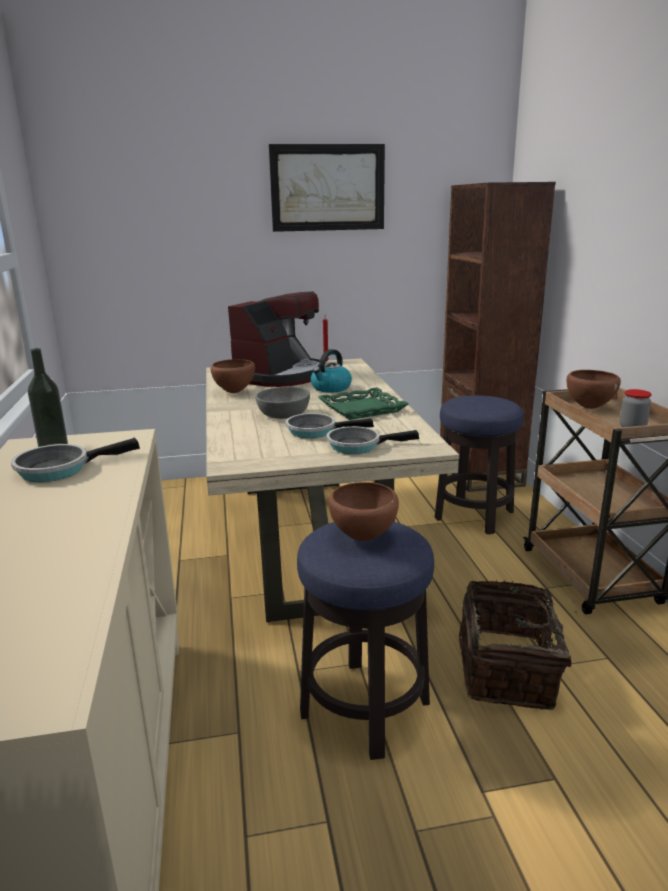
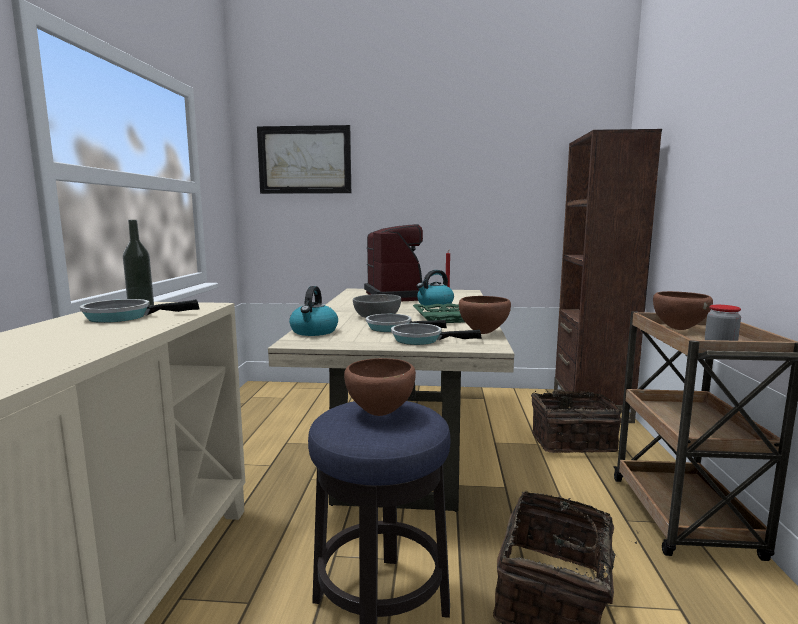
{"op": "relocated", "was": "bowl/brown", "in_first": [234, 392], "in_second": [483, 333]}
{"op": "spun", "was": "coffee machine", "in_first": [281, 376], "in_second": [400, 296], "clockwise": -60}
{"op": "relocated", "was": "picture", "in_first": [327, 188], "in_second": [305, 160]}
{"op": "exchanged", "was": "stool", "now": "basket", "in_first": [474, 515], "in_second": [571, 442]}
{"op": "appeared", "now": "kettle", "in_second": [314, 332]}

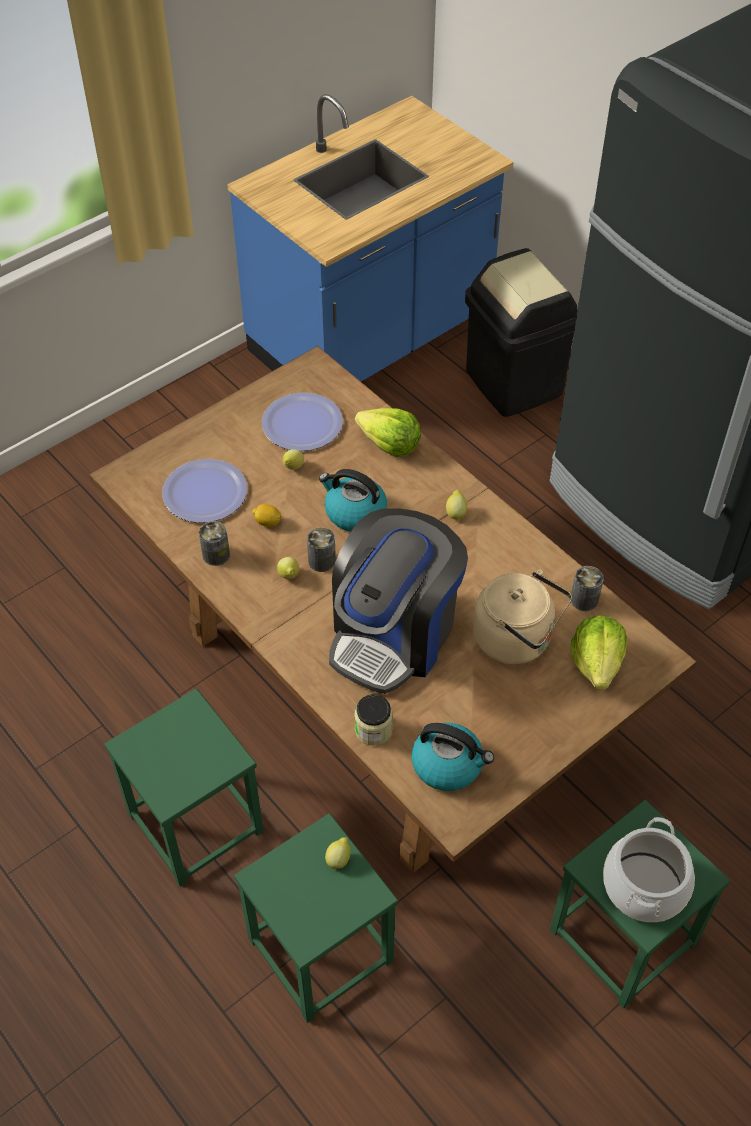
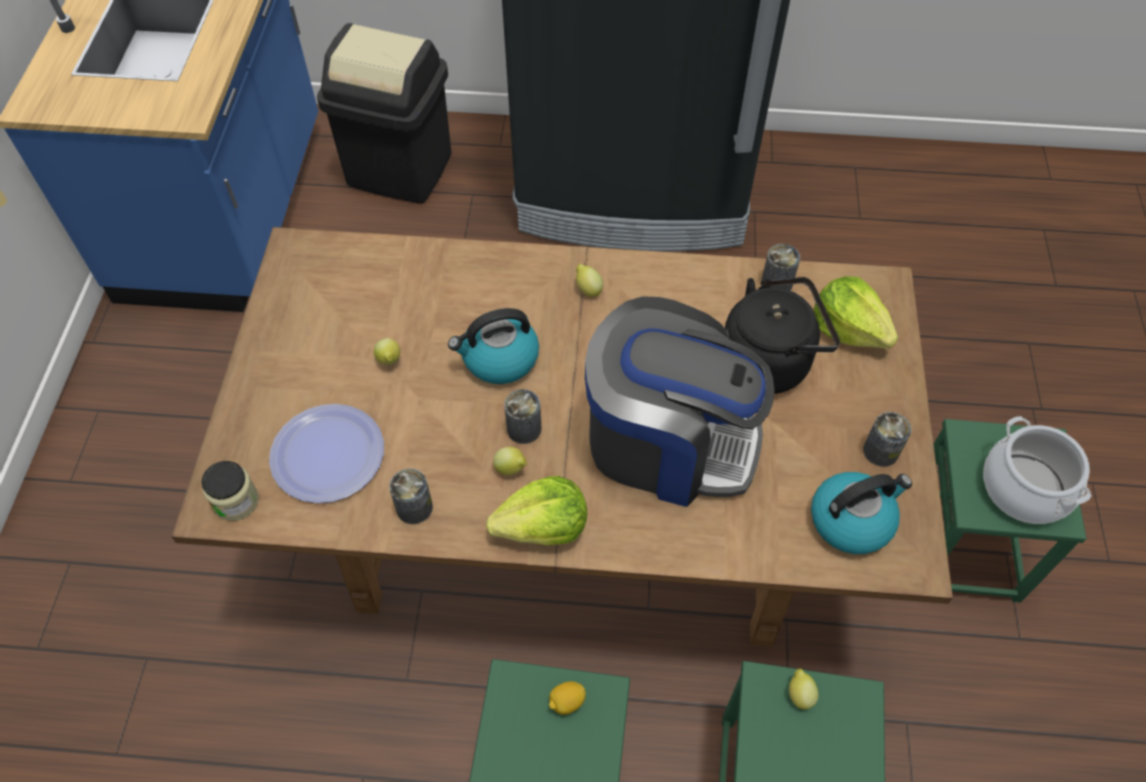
{"op": "relocated", "was": "lemon", "in_first": [267, 522], "in_second": [566, 702]}
{"op": "missing", "was": "plate", "in_first": [302, 423]}
{"op": "spun", "was": "coffee machine", "in_first": [394, 633], "in_second": [668, 442], "clockwise": -60}
{"op": "relocated", "was": "jar", "in_first": [373, 730], "in_second": [236, 501]}
{"op": "relocated", "was": "lettuce", "in_first": [389, 444], "in_second": [543, 527]}
{"op": "colour", "was": "kettle/beige", "now": "kettle/black", "in_first": [517, 640], "in_second": [769, 361]}
{"op": "appeared", "now": "can", "in_second": [880, 451]}

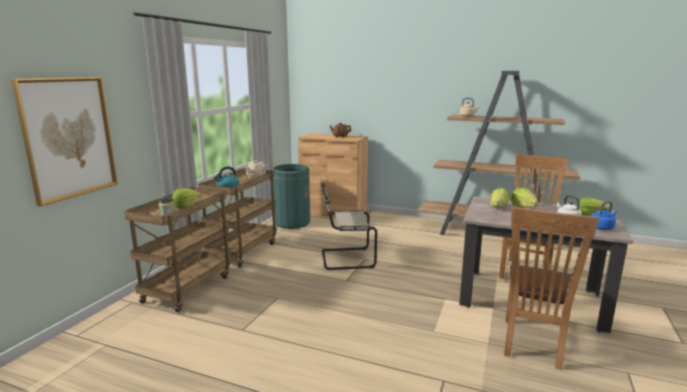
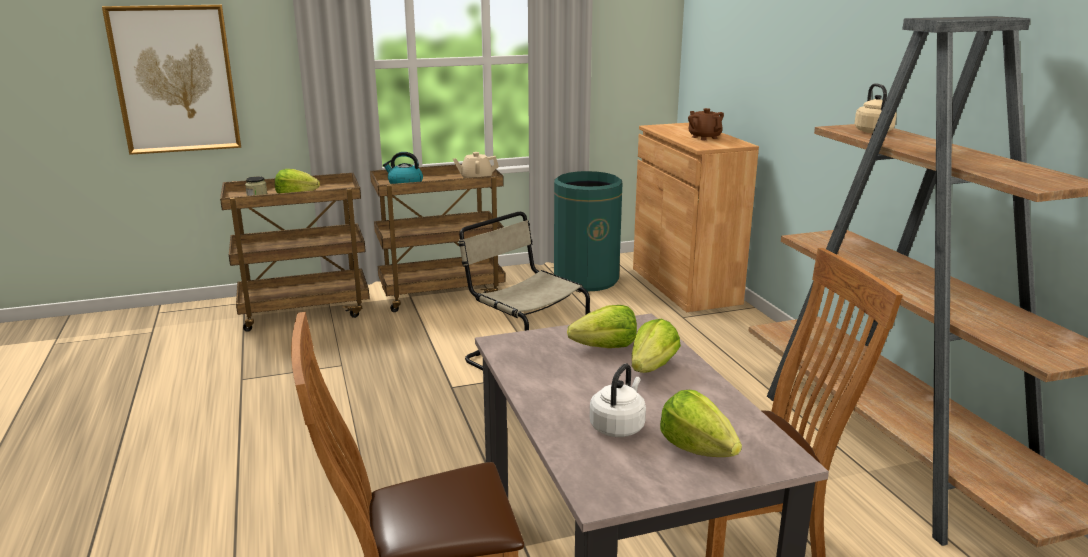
{"op": "missing", "was": "kettle/blue", "in_first": [602, 228]}

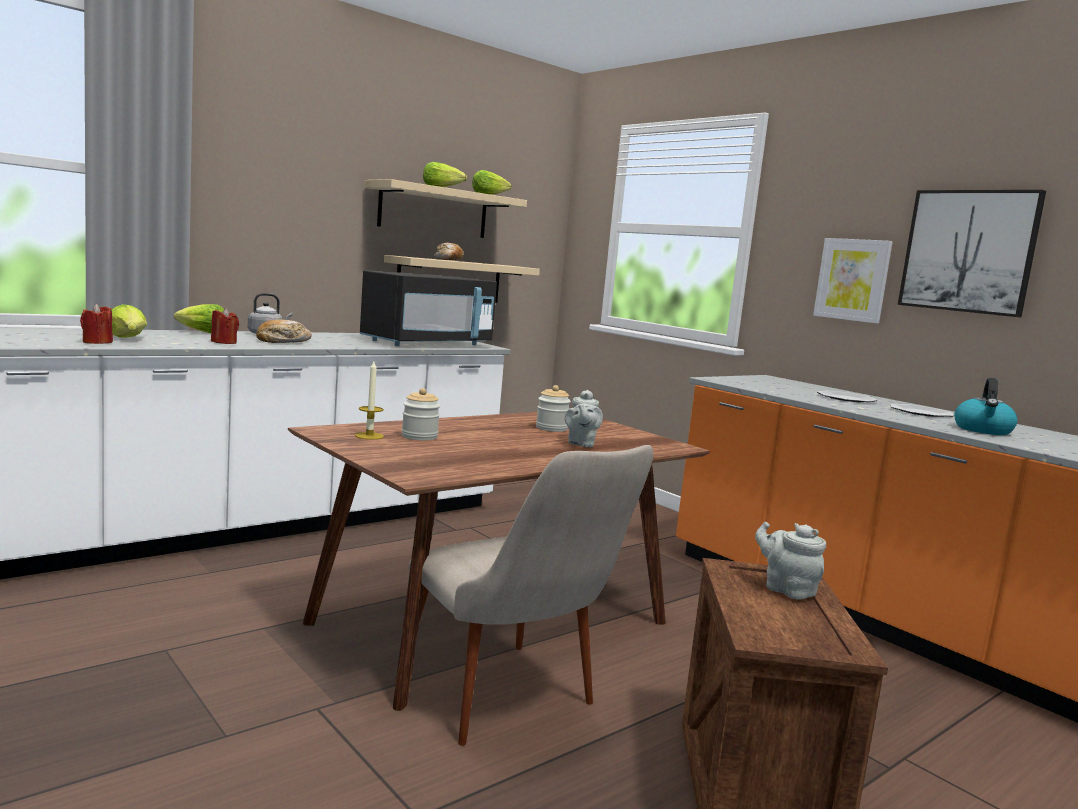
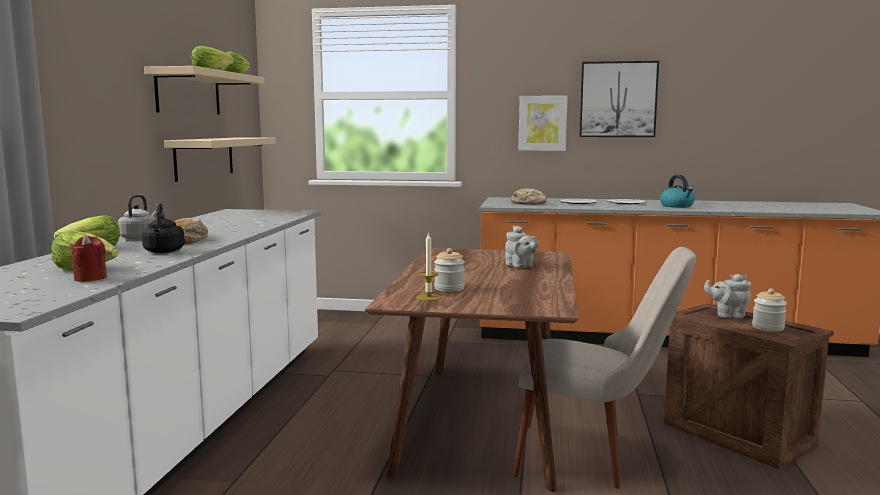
{"op": "exchanged", "was": "candle/red", "now": "kettle/black", "in_first": [224, 342], "in_second": [163, 252]}
{"op": "missing", "was": "microwave/black", "in_first": [427, 343]}
{"op": "relocated", "was": "bread", "in_first": [448, 260], "in_second": [528, 203]}
{"op": "relocated", "was": "jar", "in_first": [551, 428], "in_second": [768, 327]}

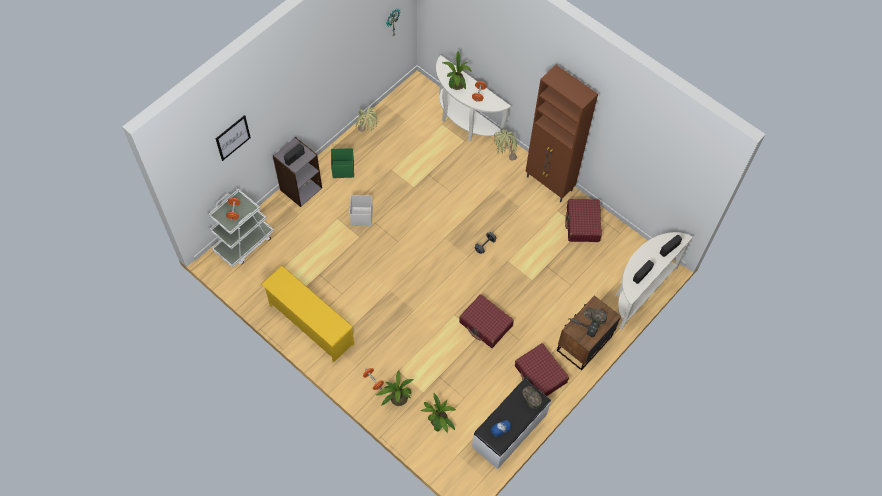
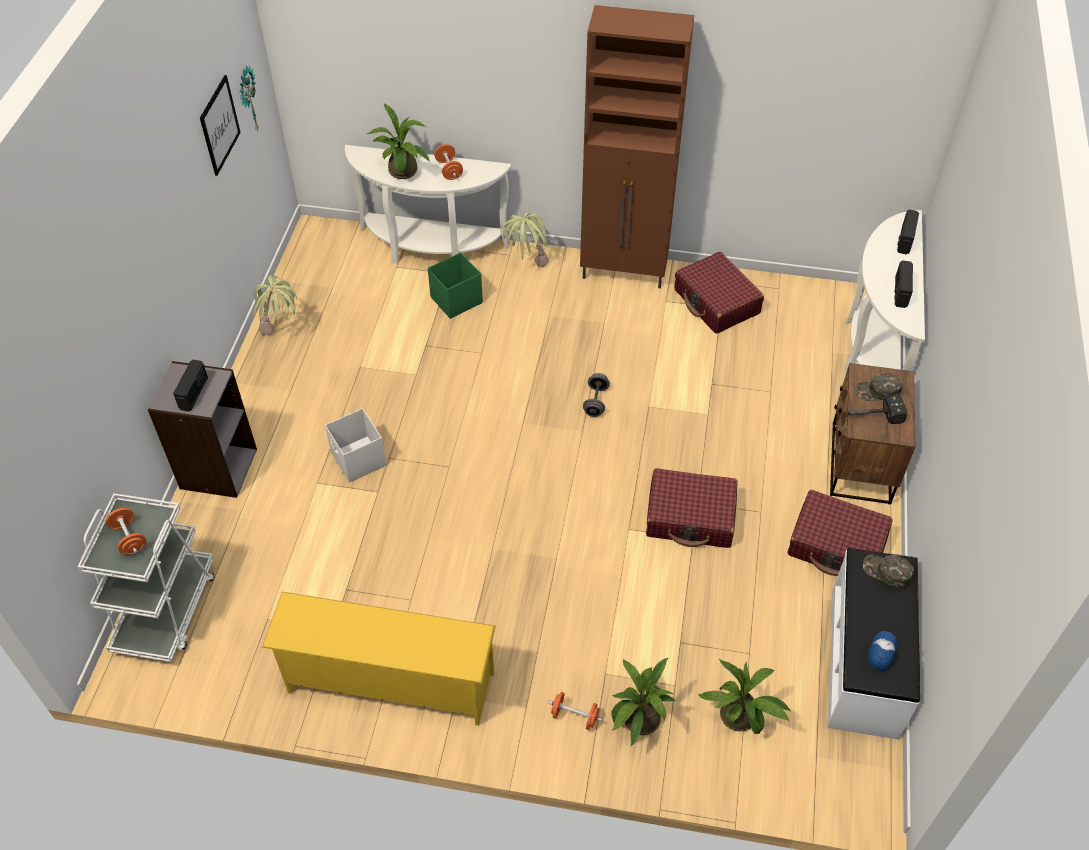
{"op": "relocated", "was": "picture", "in_first": [233, 137], "in_second": [219, 125]}
{"op": "relocated", "was": "storage box/green", "in_first": [343, 169], "in_second": [455, 300]}

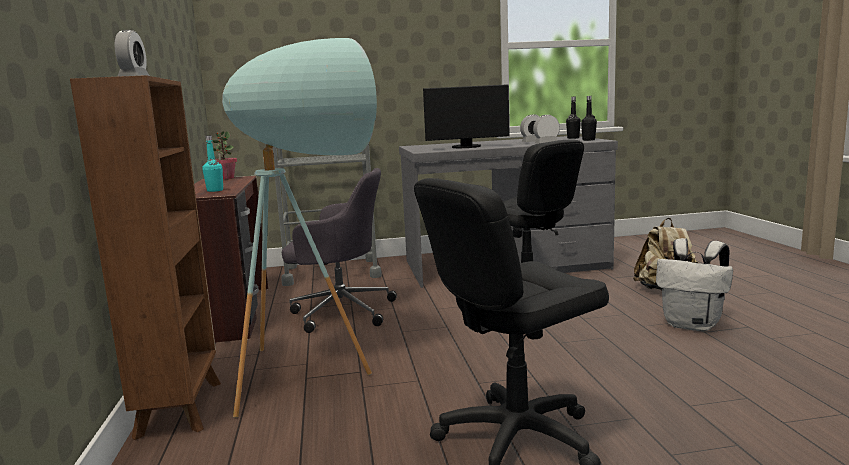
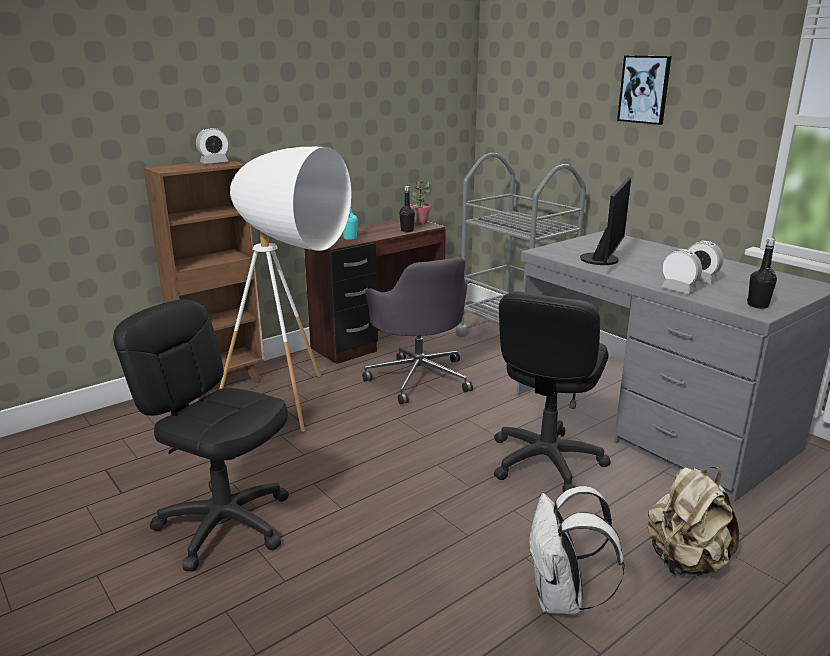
{"op": "colour", "was": "floor lamp/turquoise", "now": "floor lamp/white", "in_first": [318, 370], "in_second": [298, 408]}
{"op": "spun", "was": "monitor", "in_first": [467, 147], "in_second": [603, 260], "clockwise": -120}
{"op": "relocated", "was": "bottle/black", "in_first": [573, 138], "in_second": [407, 231]}
{"op": "appeared", "now": "picture", "in_second": [644, 89]}

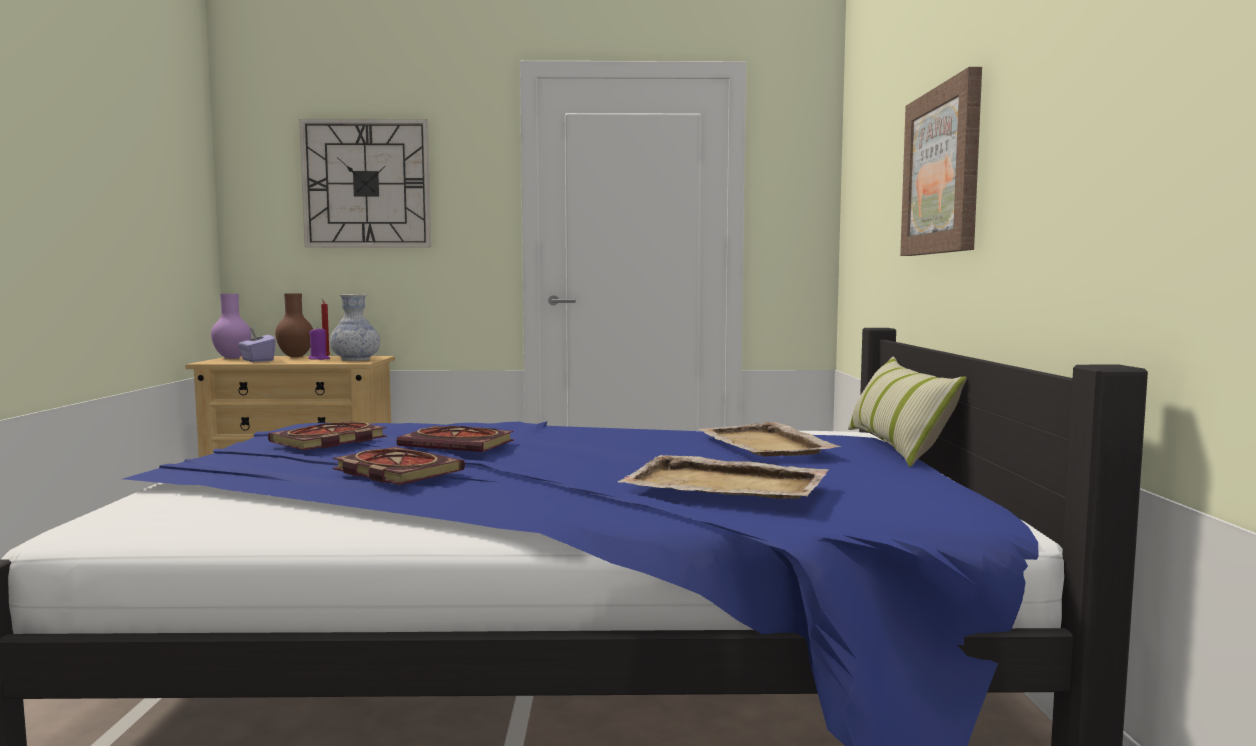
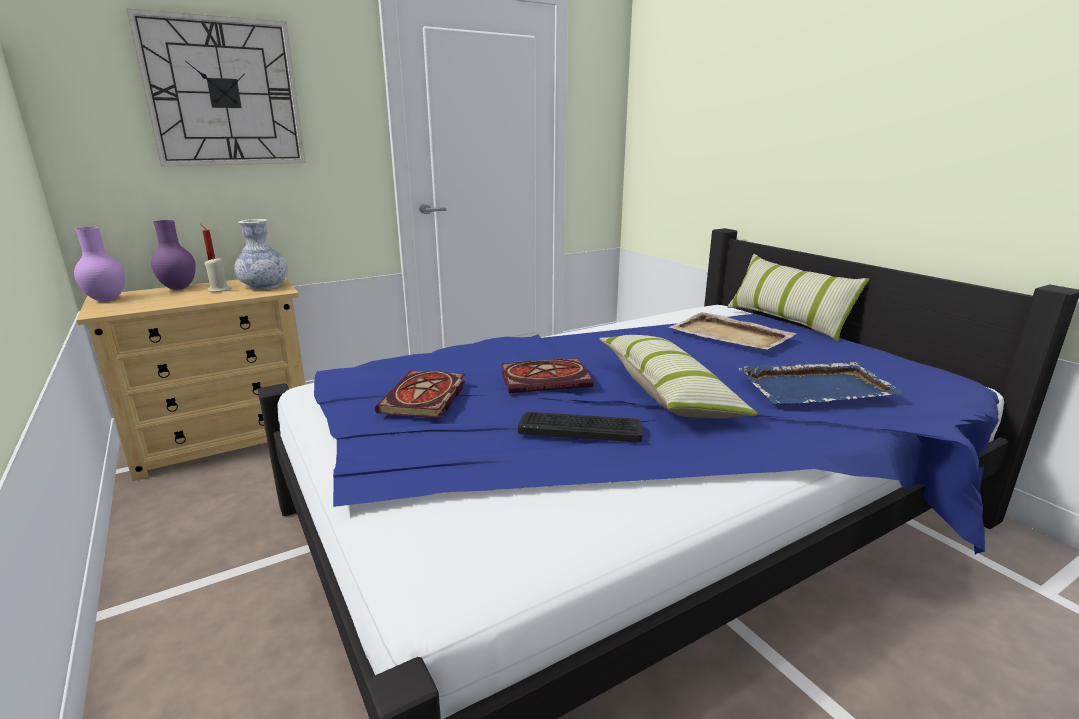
{"op": "missing", "was": "tissue box/purple", "in_first": [257, 360]}
{"op": "colour", "was": "vase/brown", "now": "vase/purple", "in_first": [296, 356], "in_second": [179, 288]}
{"op": "colour", "was": "candle/purple", "now": "candle/beige", "in_first": [319, 359], "in_second": [220, 290]}
{"op": "exchanged", "was": "book", "now": "keyboard", "in_first": [394, 471], "in_second": [580, 427]}
{"op": "colour", "was": "tray/beige", "now": "tray/blue", "in_first": [727, 485], "in_second": [817, 387]}
{"op": "missing", "was": "picture", "in_first": [942, 171]}
{"op": "appeared", "now": "pillow", "in_second": [668, 392]}

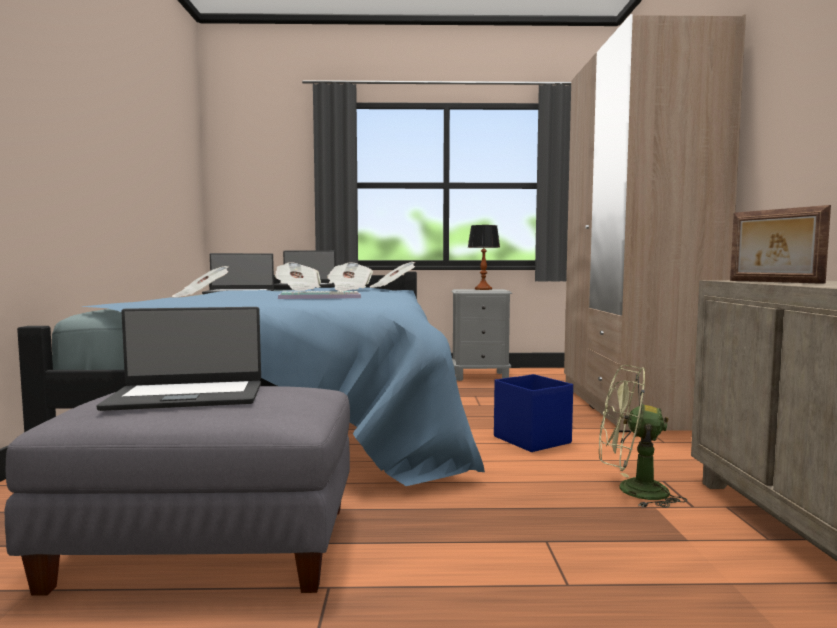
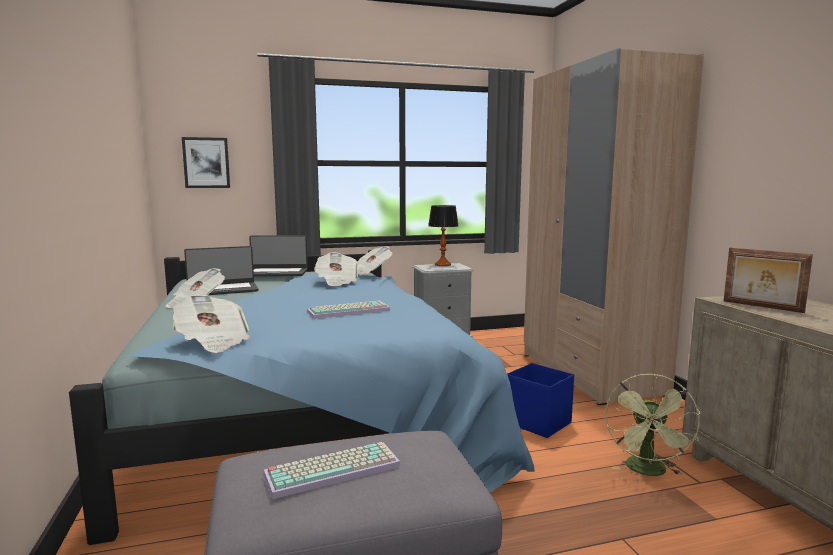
{"op": "exchanged", "was": "laptop", "now": "keyboard", "in_first": [187, 396], "in_second": [334, 469]}
{"op": "relocated", "was": "newspaper", "in_first": [298, 289], "in_second": [213, 342]}
{"op": "spun", "was": "fan/green", "in_first": [631, 490], "in_second": [648, 472], "clockwise": -75}
{"op": "appeared", "now": "picture", "in_second": [206, 163]}

